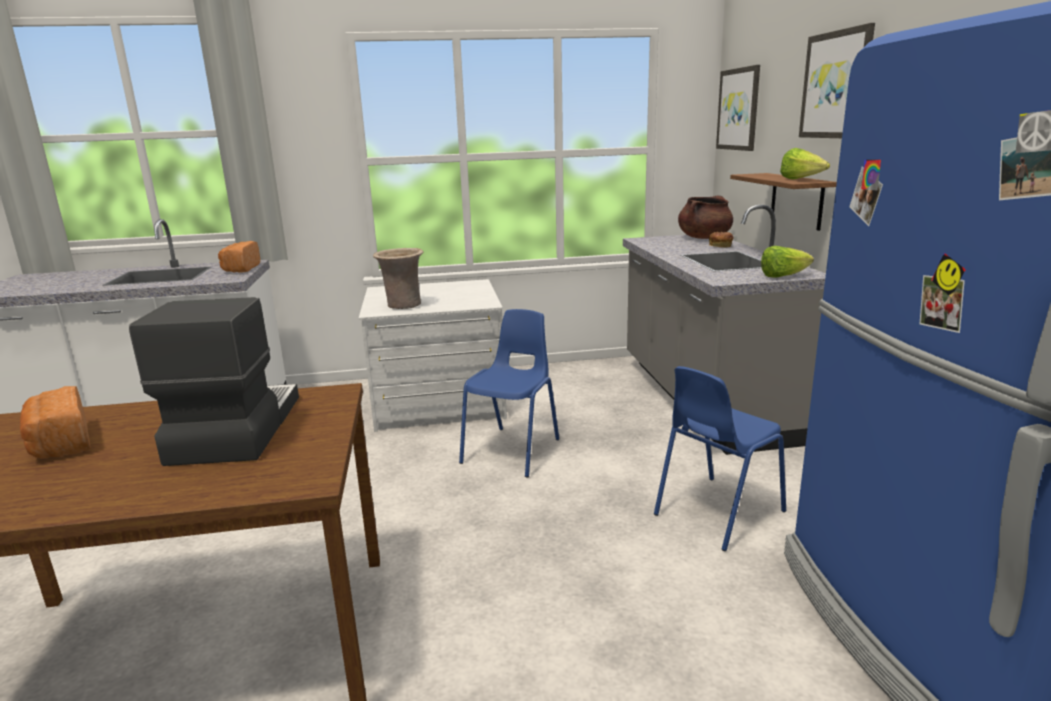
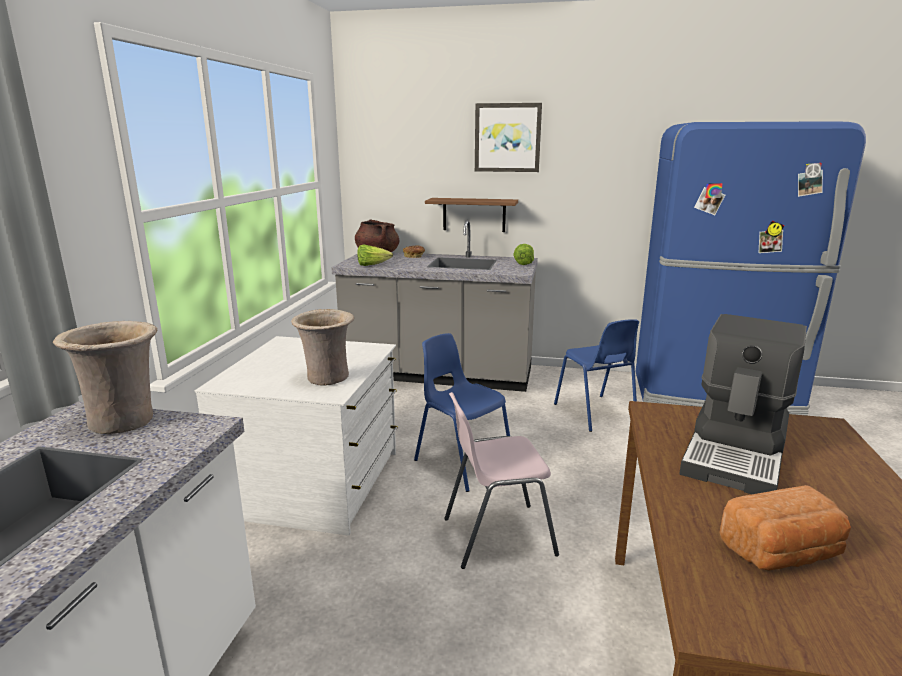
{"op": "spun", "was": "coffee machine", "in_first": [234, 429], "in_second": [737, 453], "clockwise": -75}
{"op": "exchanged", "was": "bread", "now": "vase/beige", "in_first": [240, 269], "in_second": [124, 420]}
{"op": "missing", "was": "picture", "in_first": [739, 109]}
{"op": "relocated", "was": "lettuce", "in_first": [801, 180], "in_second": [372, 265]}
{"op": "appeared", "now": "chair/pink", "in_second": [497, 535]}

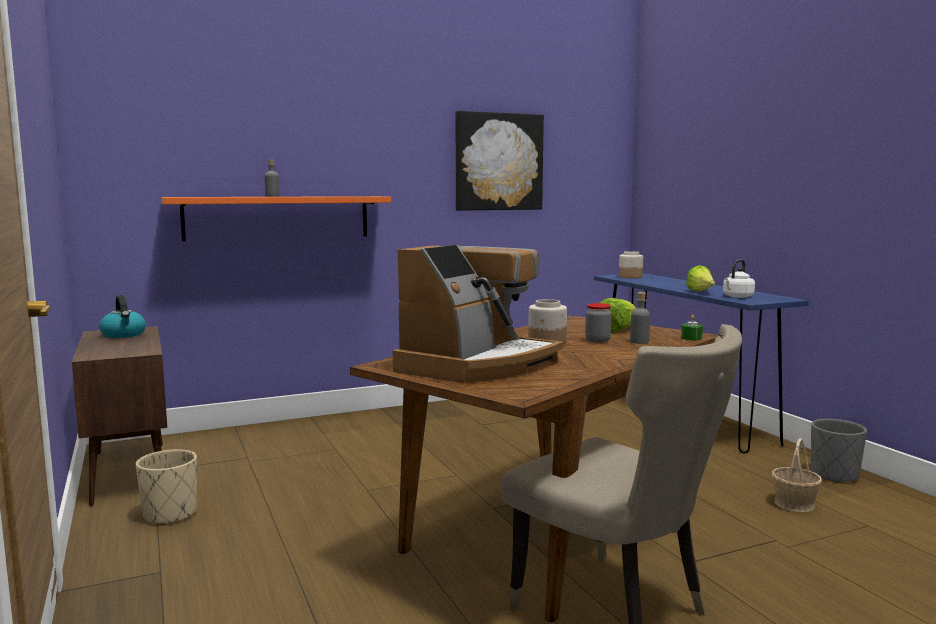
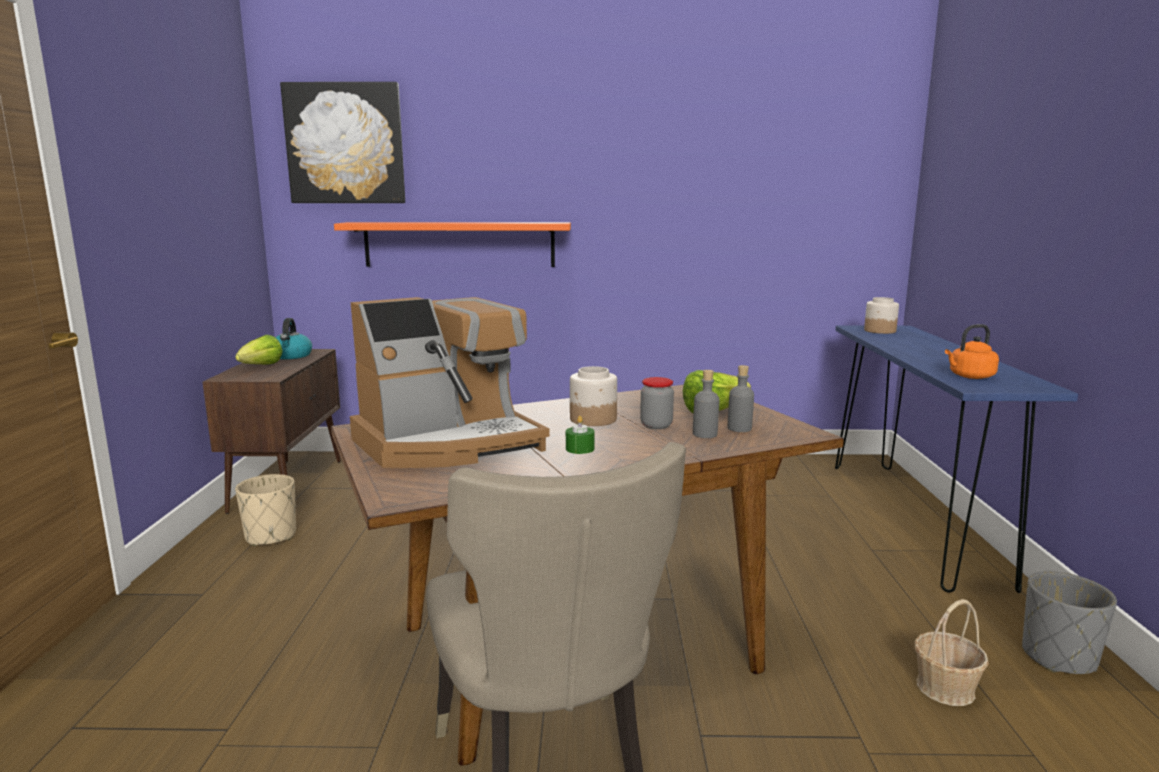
{"op": "relocated", "was": "bottle/grey", "in_first": [272, 196], "in_second": [739, 428]}
{"op": "relocated", "was": "picture", "in_first": [498, 162], "in_second": [345, 144]}
{"op": "relocated", "was": "candle/green", "in_first": [691, 338], "in_second": [580, 449]}
{"op": "relocated", "was": "lettuce", "in_first": [701, 292], "in_second": [261, 366]}
{"op": "colour", "was": "kettle/white", "now": "kettle/orange", "in_first": [737, 297], "in_second": [969, 376]}

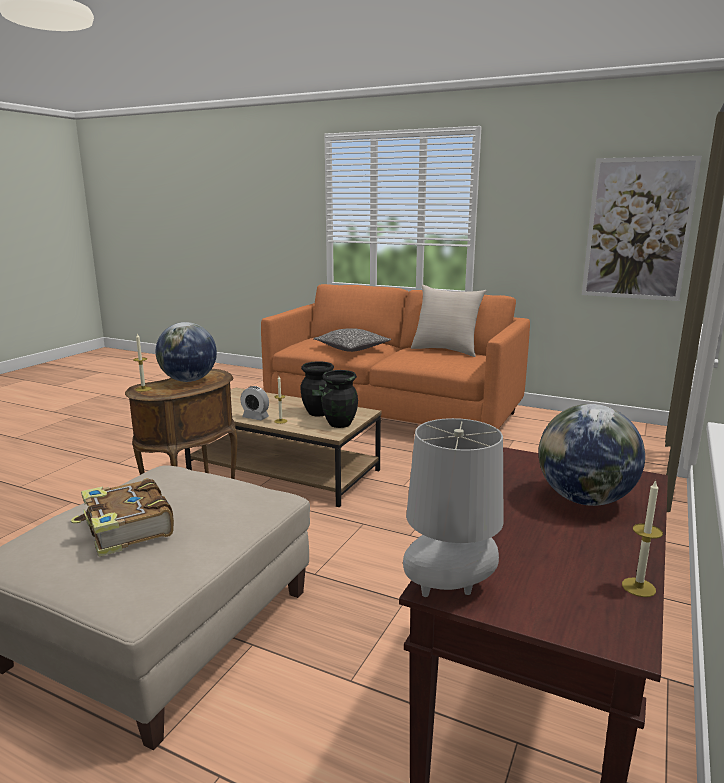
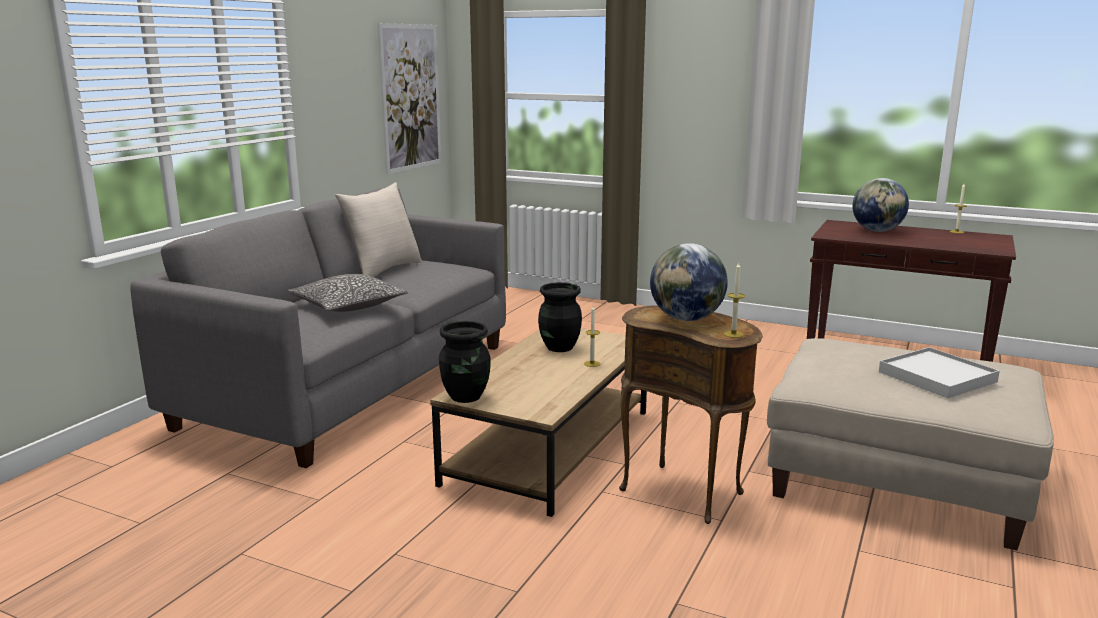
{"op": "exchanged", "was": "book", "now": "tray/white", "in_first": [127, 529], "in_second": [937, 377]}
{"op": "missing", "was": "alarm clock", "in_first": [255, 417]}
{"op": "colour", "was": "sofa/orange", "now": "sofa/grey", "in_first": [394, 413], "in_second": [352, 384]}
{"op": "relocated", "was": "vase/black", "in_first": [339, 424], "in_second": [466, 397]}
{"op": "missing", "was": "table lamp/grey", "in_first": [450, 589]}

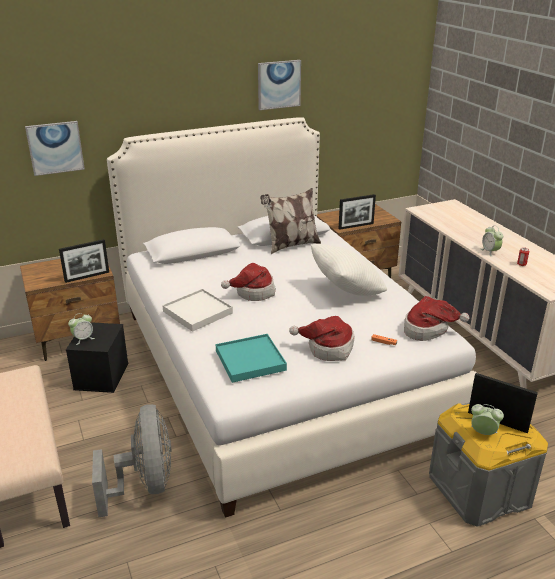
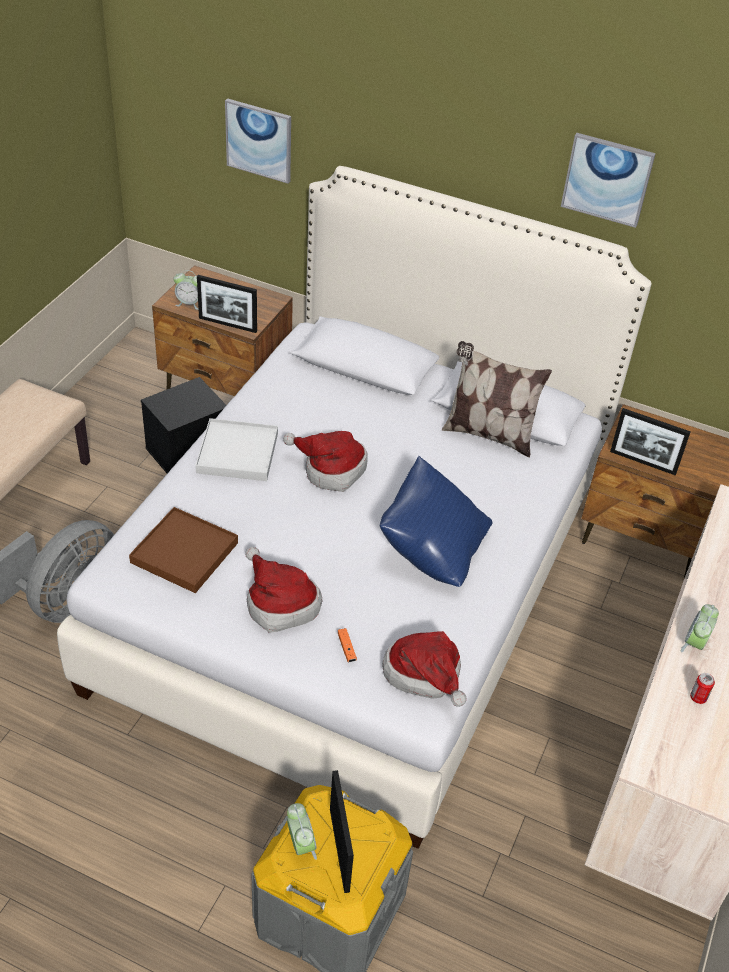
{"op": "relocated", "was": "alarm clock", "in_first": [83, 339], "in_second": [189, 303]}
{"op": "colour", "was": "tray/turquoise", "now": "tray/brown", "in_first": [250, 360], "in_second": [184, 553]}
{"op": "colour", "was": "pillow/white", "now": "pillow/blue", "in_first": [346, 291], "in_second": [432, 549]}

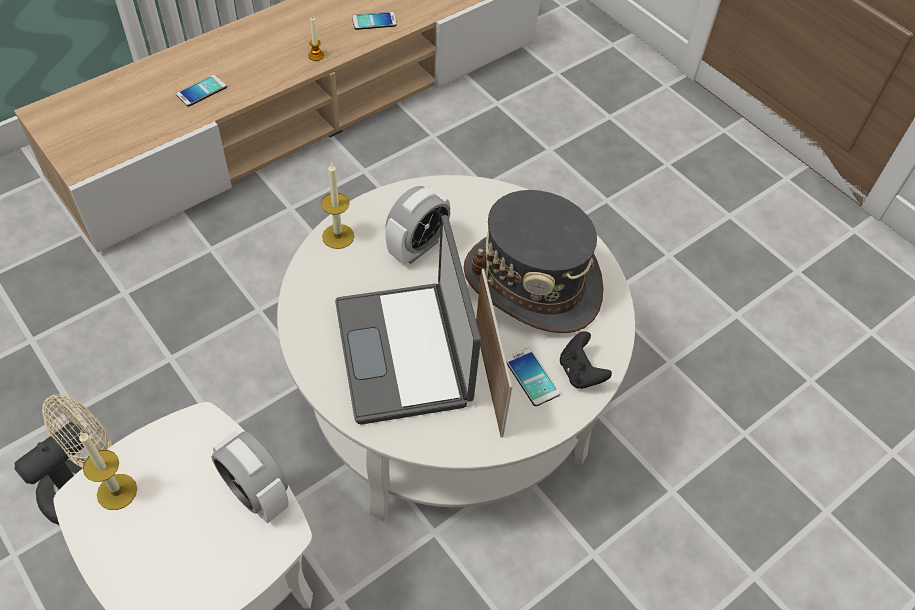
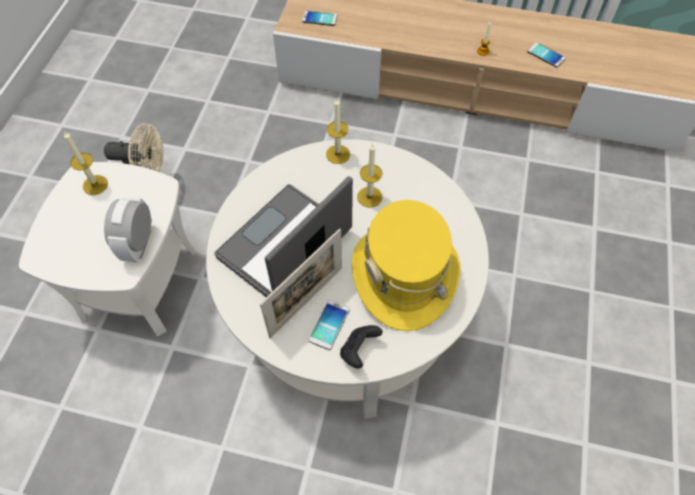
{"op": "relocated", "was": "phone", "in_first": [201, 91], "in_second": [319, 19]}
{"op": "exchanged", "was": "alarm clock", "now": "candle", "in_first": [417, 247], "in_second": [369, 197]}
{"op": "colour", "was": "hat/grey", "now": "hat/yellow", "in_first": [532, 283], "in_second": [404, 276]}

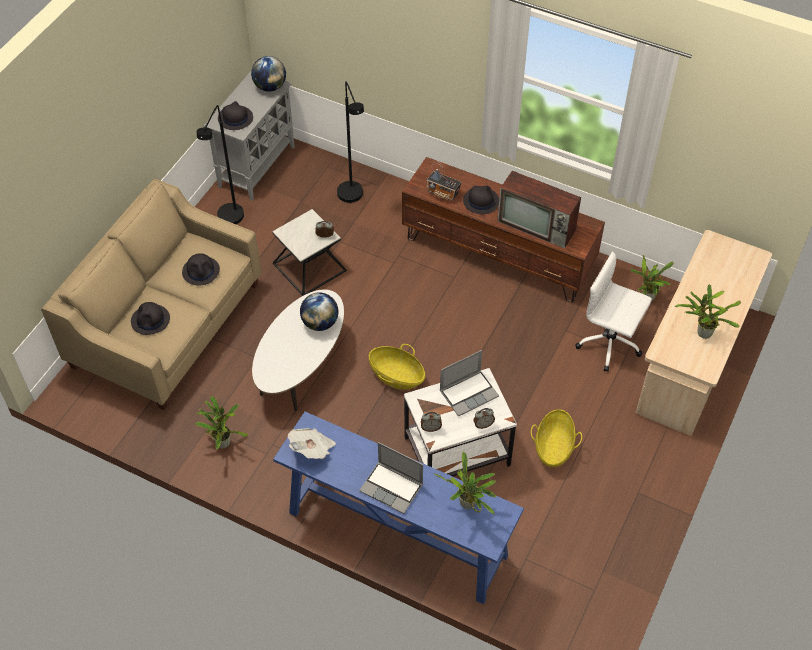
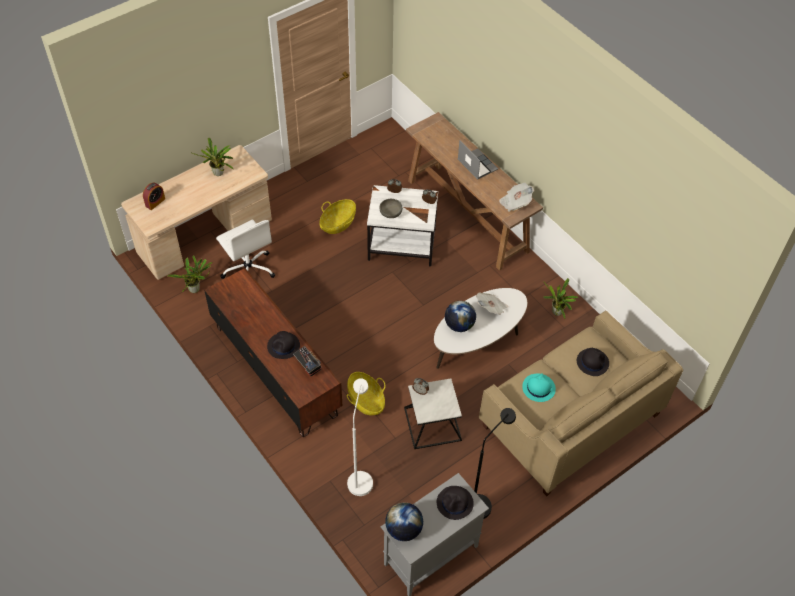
{"op": "colour", "was": "hat/black", "now": "hat/turquoise", "in_first": [201, 271], "in_second": [538, 388]}
{"op": "colour", "was": "console table/blue", "now": "console table/brown", "in_first": [396, 534], "in_second": [468, 216]}
{"op": "colour", "was": "floor lamp/black", "now": "floor lamp/white", "in_first": [353, 198], "in_second": [360, 477]}
{"op": "relocated", "was": "basket", "in_first": [397, 376], "in_second": [366, 400]}
{"op": "missing", "was": "potted plant", "in_first": [468, 505]}
{"op": "exchanged", "was": "laptop", "now": "bowl/grey", "in_first": [469, 393], "in_second": [390, 213]}
{"op": "missing", "was": "television", "in_first": [538, 226]}
{"op": "appeared", "now": "alarm clock", "in_second": [155, 202]}
{"op": "appeared", "now": "newspaper", "in_second": [491, 308]}

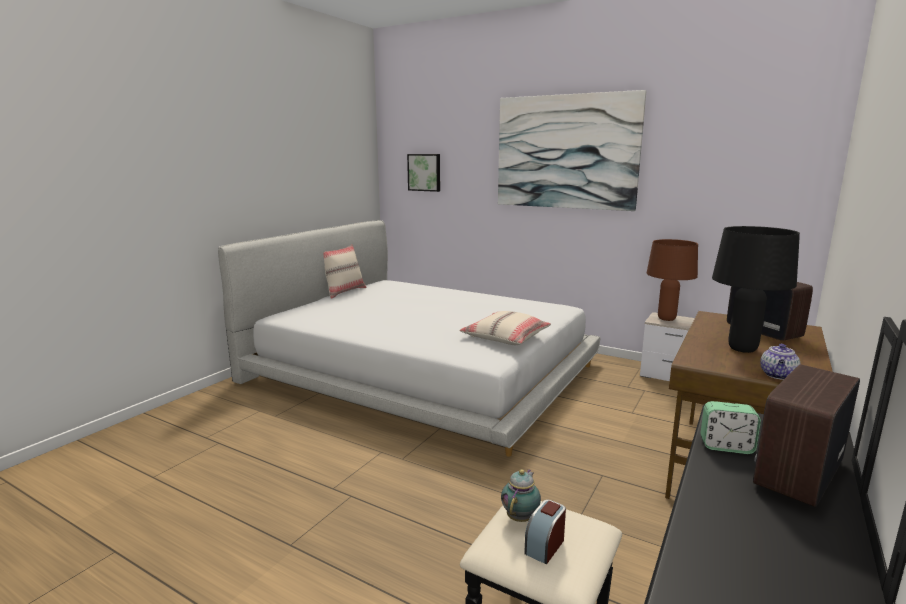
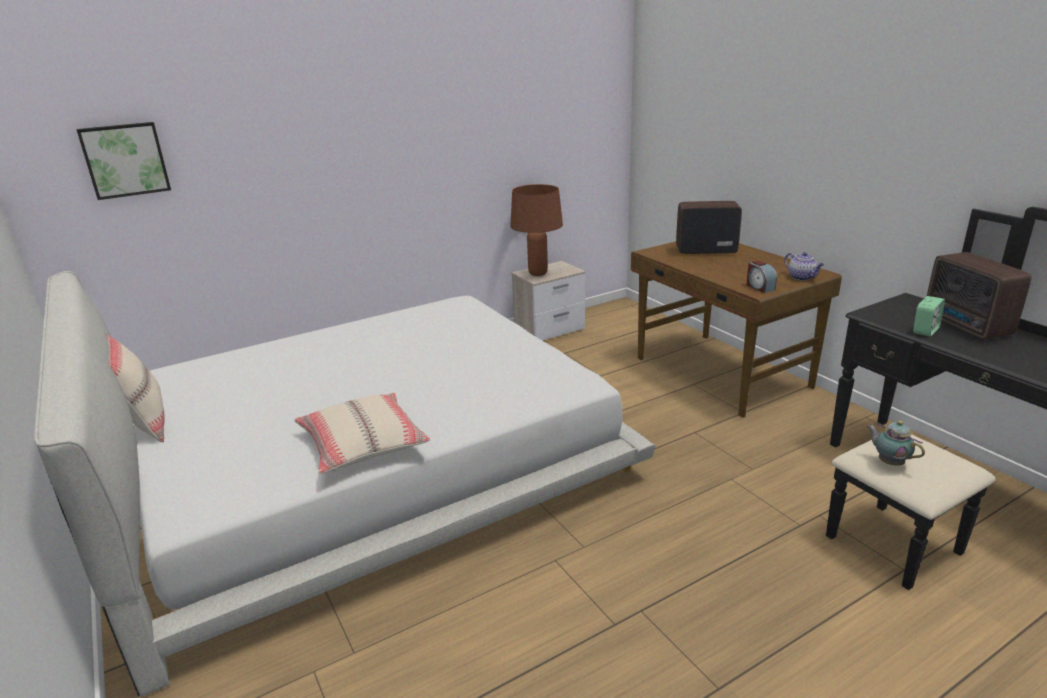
{"op": "relocated", "was": "pillow/beige", "in_first": [505, 337], "in_second": [362, 444]}
{"op": "missing", "was": "picture", "in_first": [566, 152]}
{"op": "relocated", "was": "alarm clock", "in_first": [545, 546], "in_second": [759, 287]}
{"op": "missing", "was": "table lamp/black", "in_first": [743, 349]}

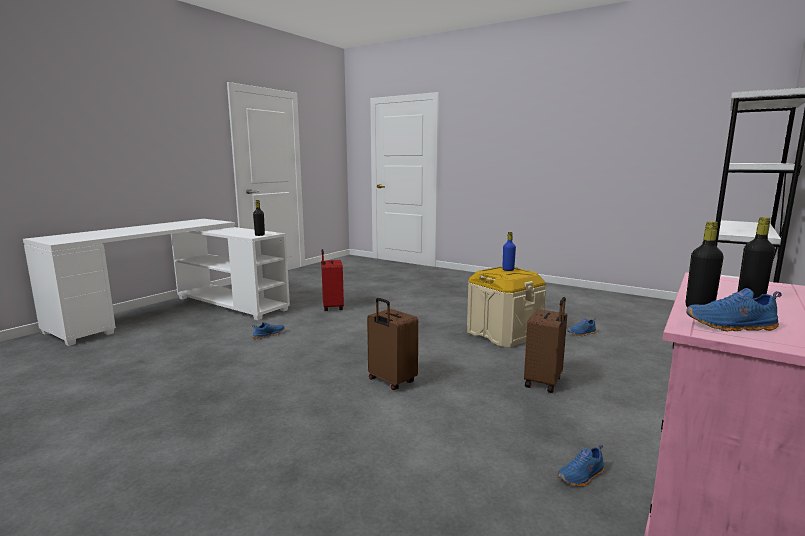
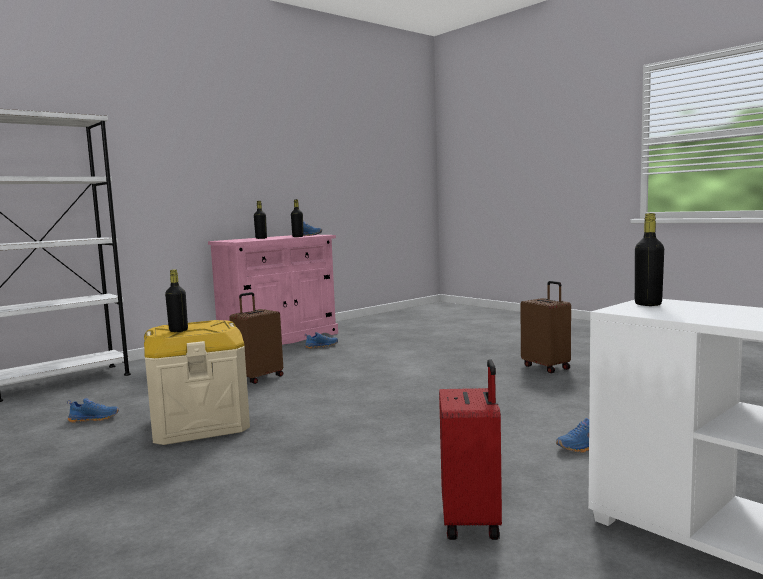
{"op": "relocated", "was": "suitcase/brown", "in_first": [391, 381], "in_second": [546, 367]}
{"op": "colour", "was": "bottle/blue", "now": "bottle/black", "in_first": [508, 270], "in_second": [178, 330]}

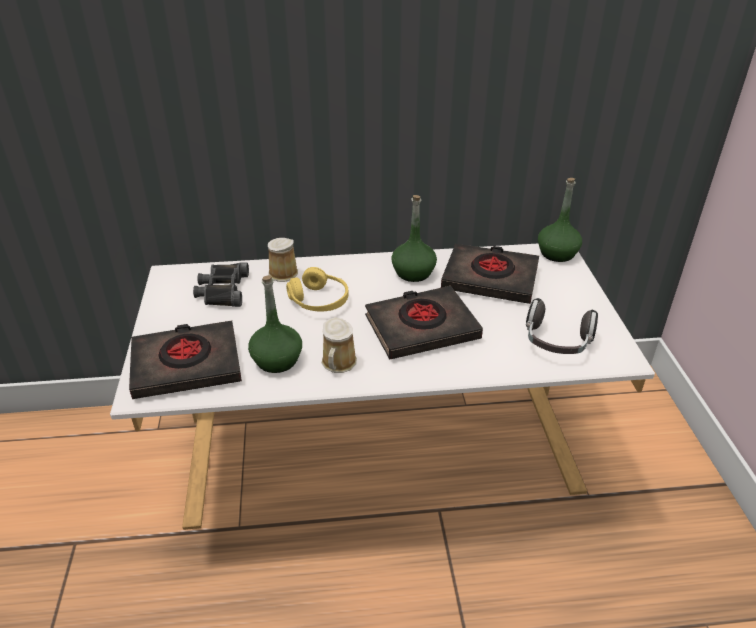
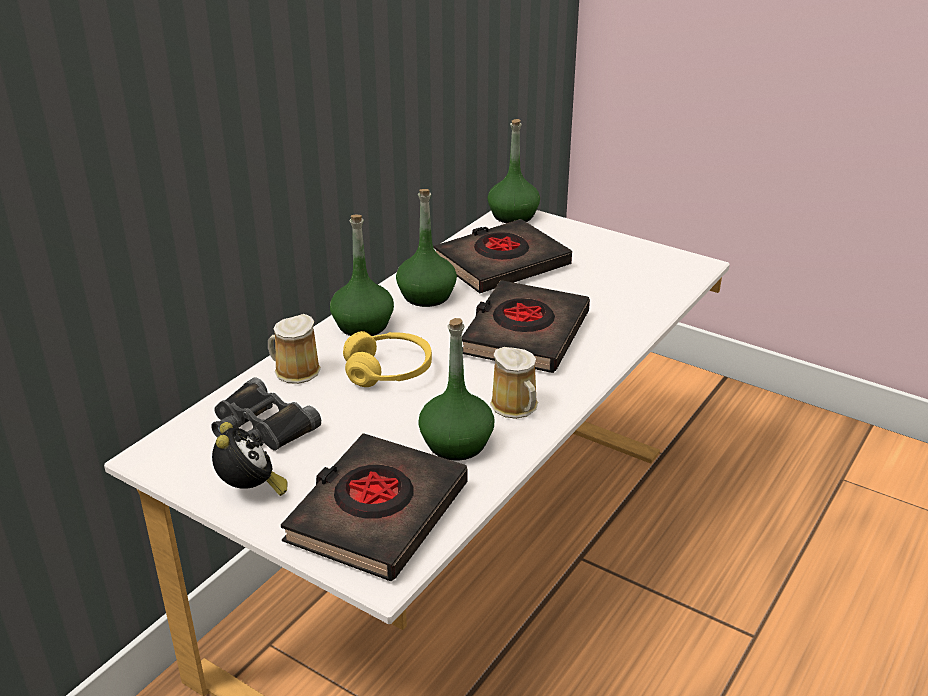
{"op": "missing", "was": "headphones", "in_first": [556, 343]}
{"op": "appeared", "now": "alarm clock", "in_second": [250, 490]}
{"op": "appeared", "now": "bottle/green", "in_second": [363, 325]}

